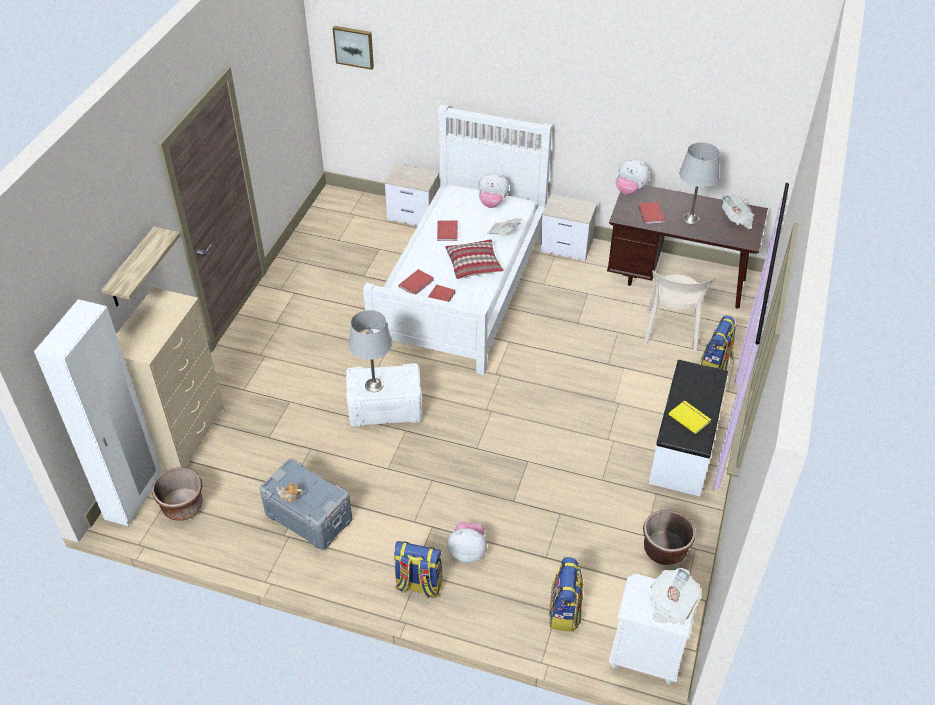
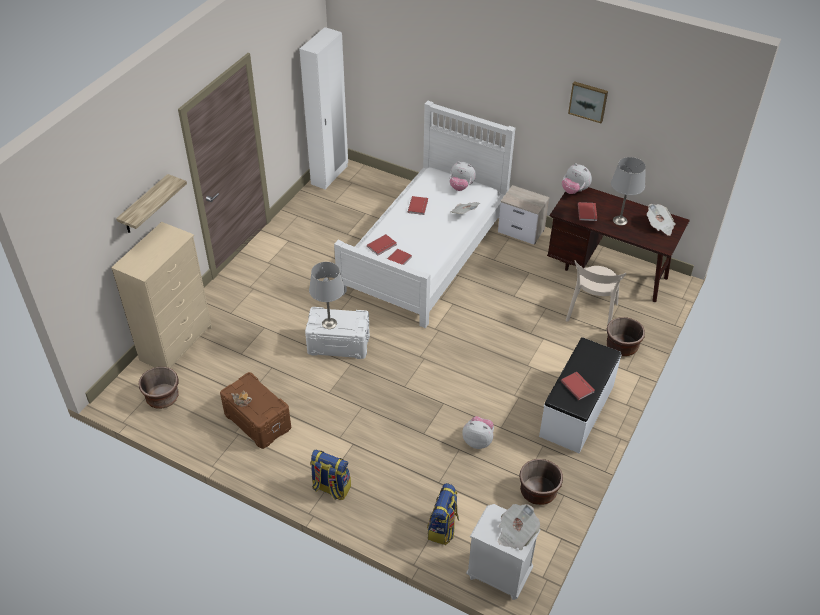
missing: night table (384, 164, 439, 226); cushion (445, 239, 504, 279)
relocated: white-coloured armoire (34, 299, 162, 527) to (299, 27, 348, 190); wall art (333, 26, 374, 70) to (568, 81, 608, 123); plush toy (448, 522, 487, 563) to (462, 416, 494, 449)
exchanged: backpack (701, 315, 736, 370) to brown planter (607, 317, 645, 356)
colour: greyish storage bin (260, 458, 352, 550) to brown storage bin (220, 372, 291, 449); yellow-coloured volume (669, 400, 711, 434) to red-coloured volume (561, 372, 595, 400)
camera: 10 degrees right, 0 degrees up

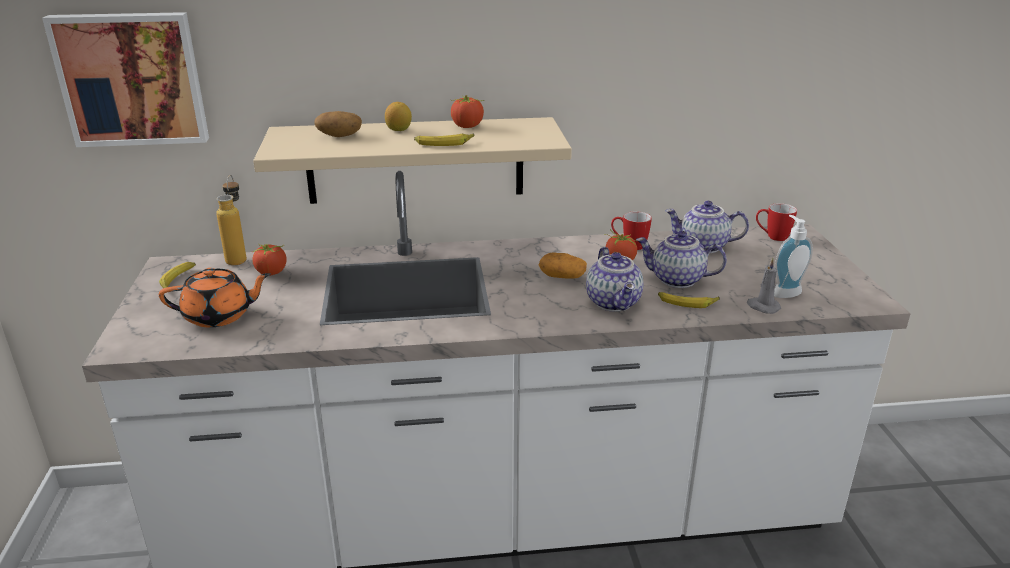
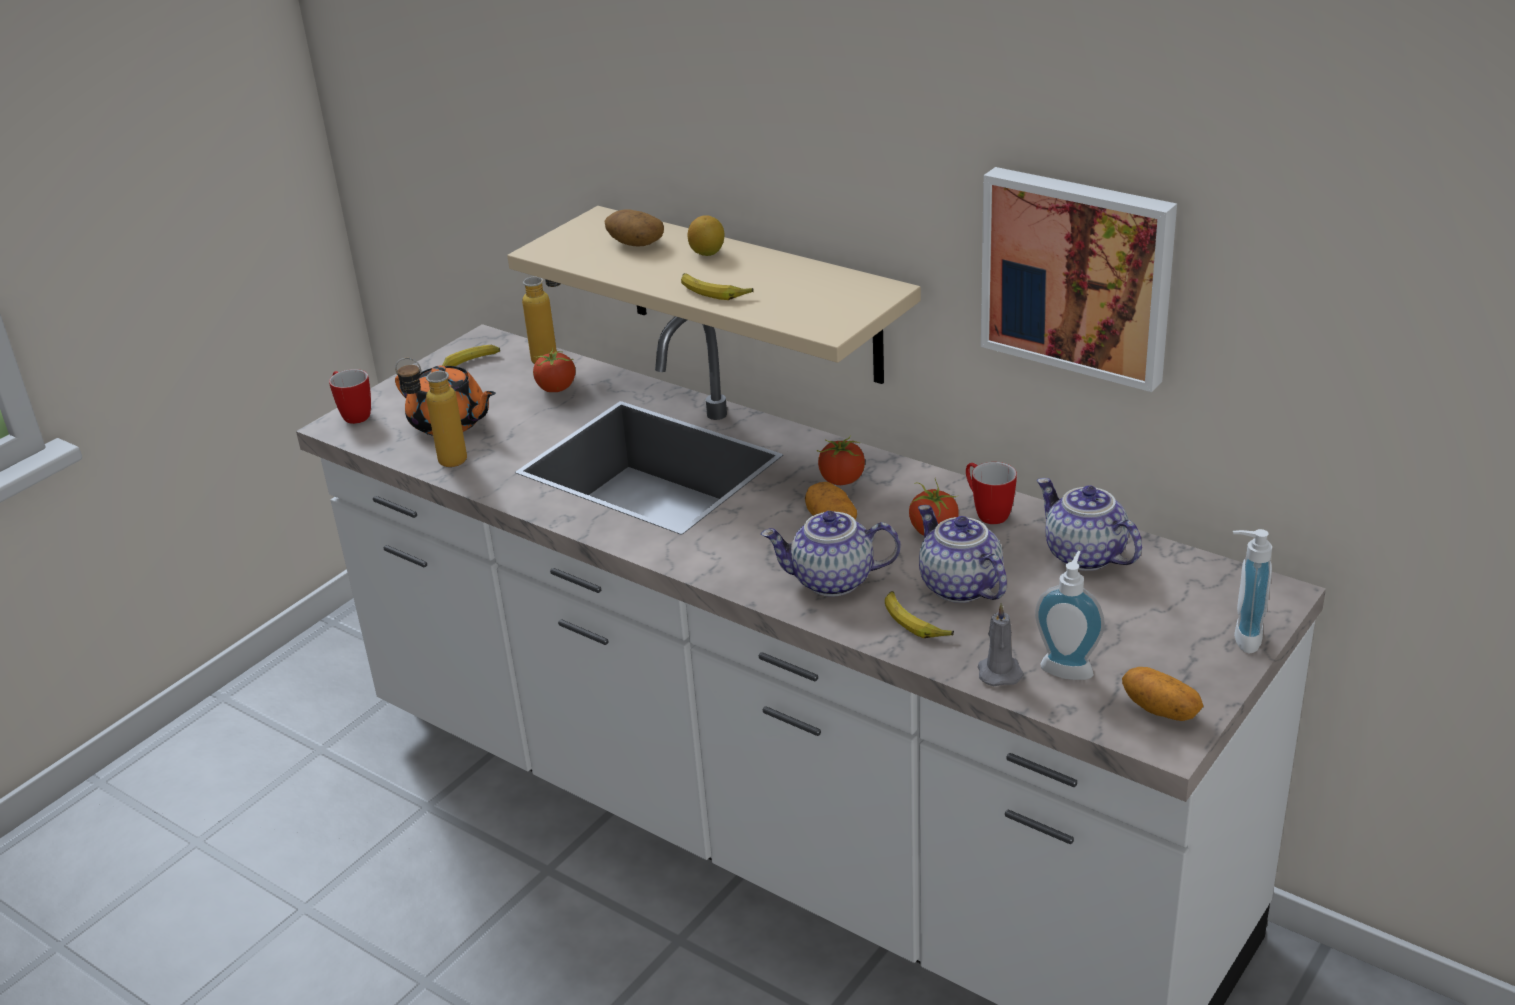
appeared: drink bottle (395, 358, 467, 467); potato (1122, 667, 1204, 721); liquid soap bottle (1233, 529, 1272, 653)
relocated: wall art (42, 12, 209, 147) to (981, 167, 1177, 392); fresh tomato (451, 95, 484, 128) to (817, 436, 865, 485); mug (756, 203, 797, 241) to (329, 369, 371, 424)
spun: tea pot (586, 247, 644, 312) = (761, 511, 901, 597) 60 degrees clockwise
camera: 45 degrees right, 5 degrees up

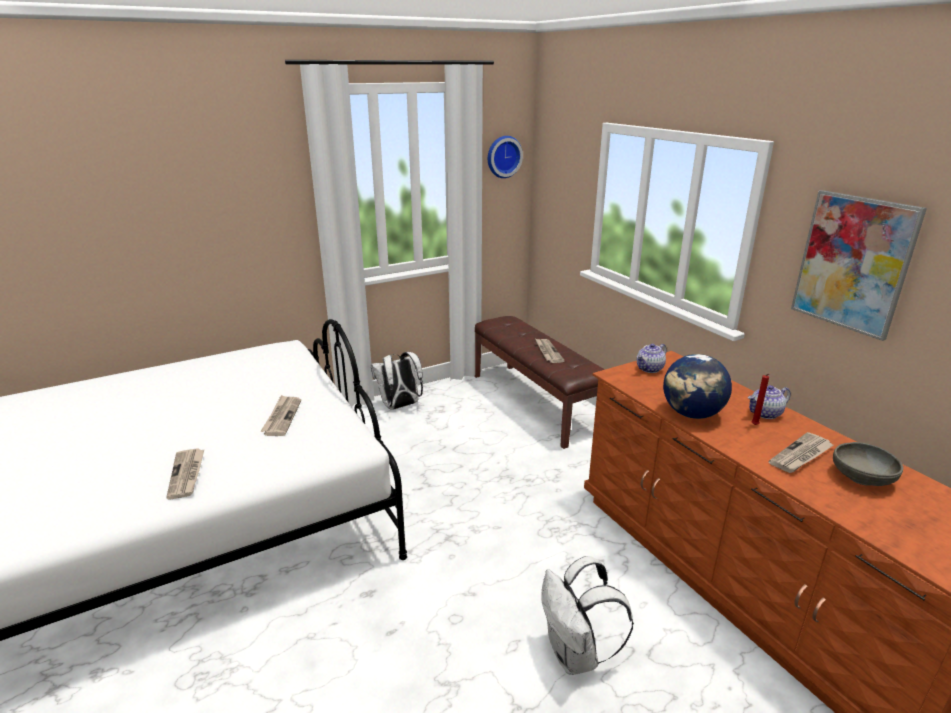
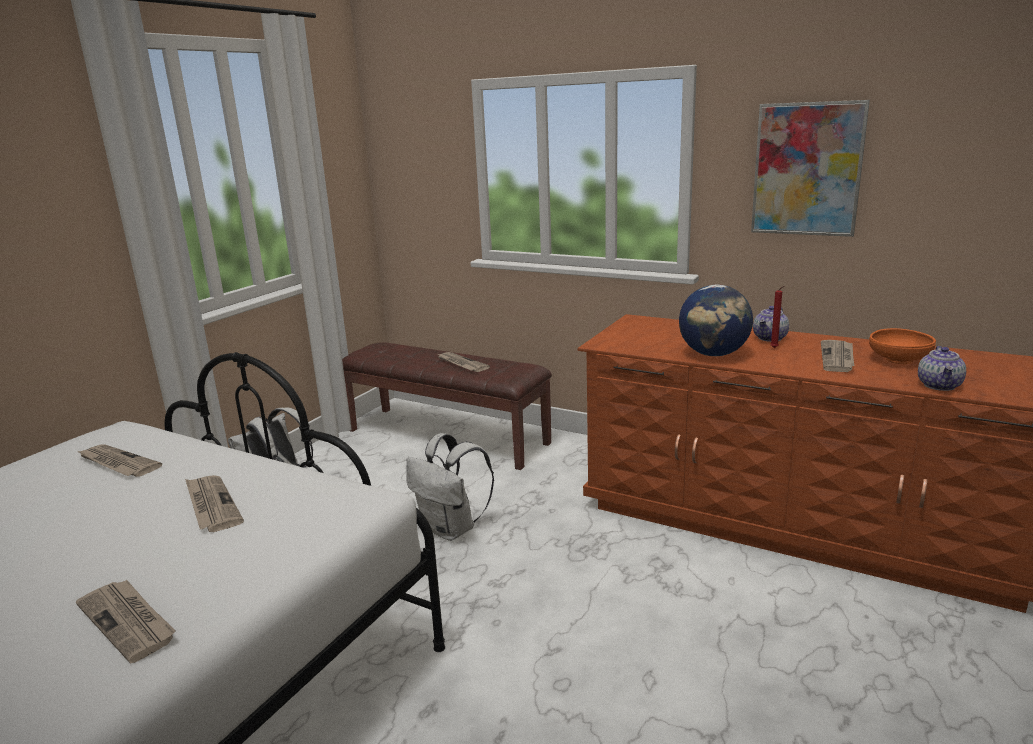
missing: clock on the wall (488, 136, 523, 178)
appeared: newspaper (77, 444, 162, 477)
relocated: white-coloured backpack (541, 556, 634, 675) to (406, 433, 494, 541); tea pot (637, 344, 667, 373) to (918, 346, 966, 391)
colour: greyish deep dish (833, 442, 903, 486) to orange-coloured deep dish (869, 328, 936, 364)
camera: 30 degrees left, 5 degrees down

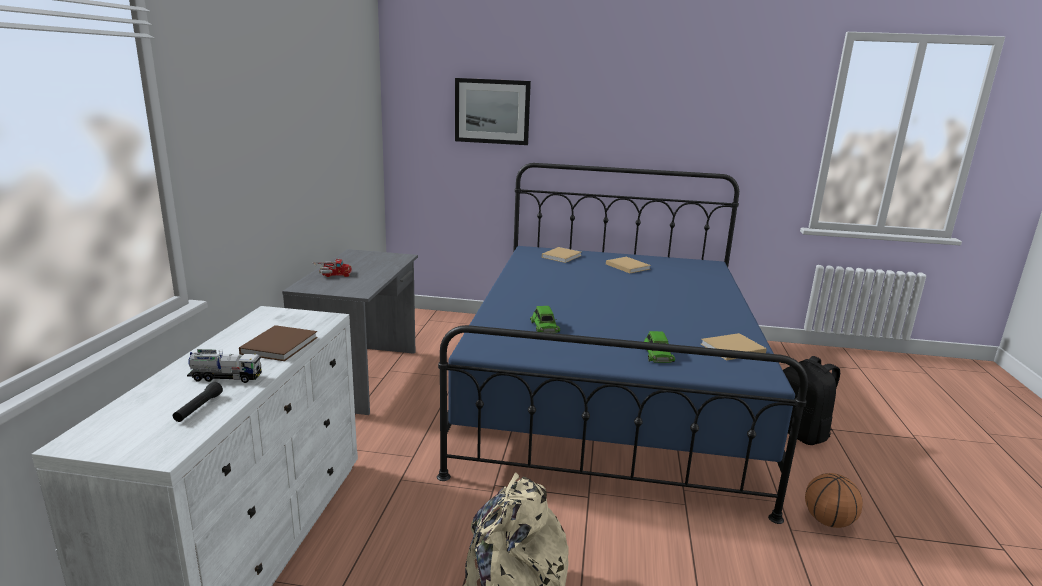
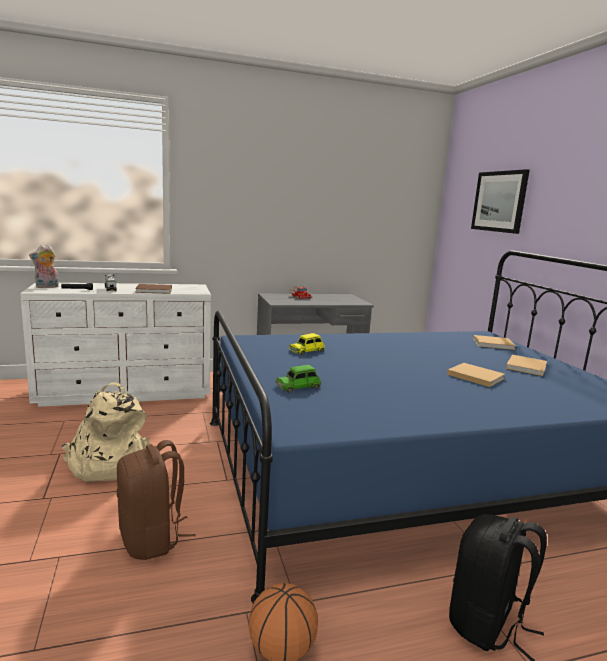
appeared: plush toy (29, 245, 59, 288); brown backpack (117, 440, 196, 560)
relocated: beige-coloured volume (701, 333, 767, 360) to (447, 363, 505, 387)
colour: green-coloured toy car (530, 306, 560, 333) to yellow-coloured toy car (289, 333, 325, 355)
camera: 65 degrees right, 5 degrees down

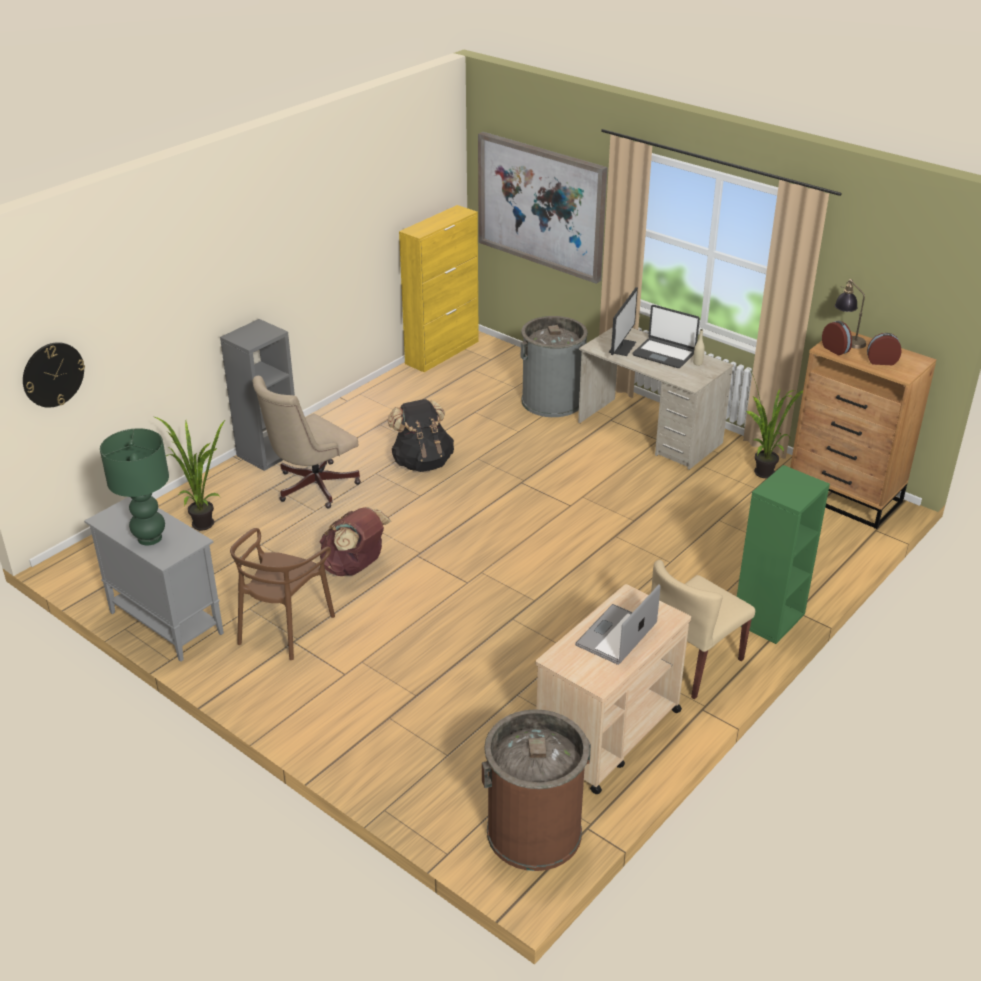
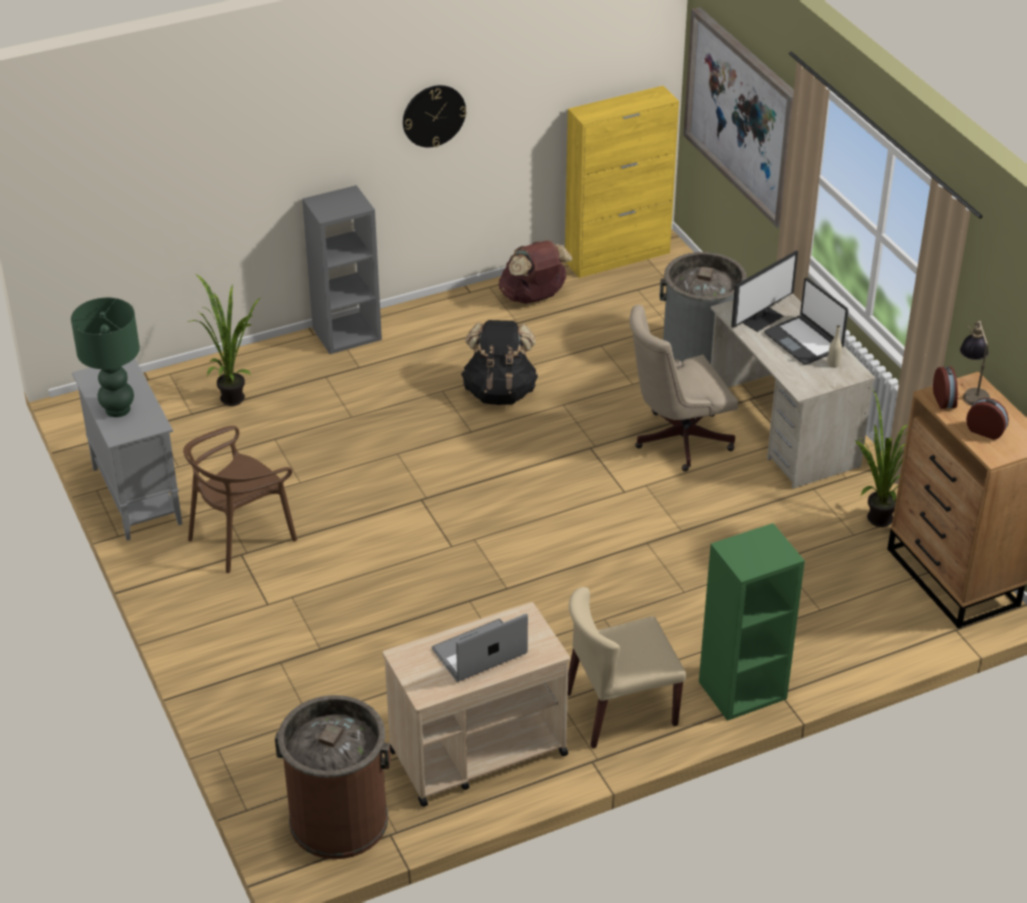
relocated: clock on the wall (23, 342, 85, 408) to (403, 85, 466, 147); beige-coloured desk chair (252, 376, 361, 508) to (629, 305, 738, 472); brown backpack (320, 507, 391, 576) to (499, 240, 573, 304)
camera: 25 degrees right, 5 degrees up

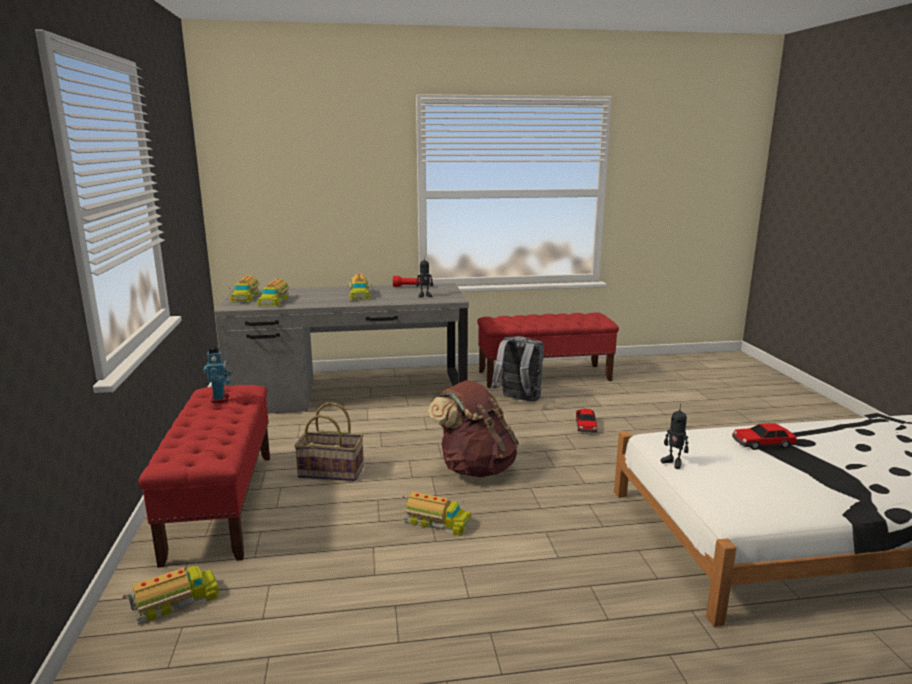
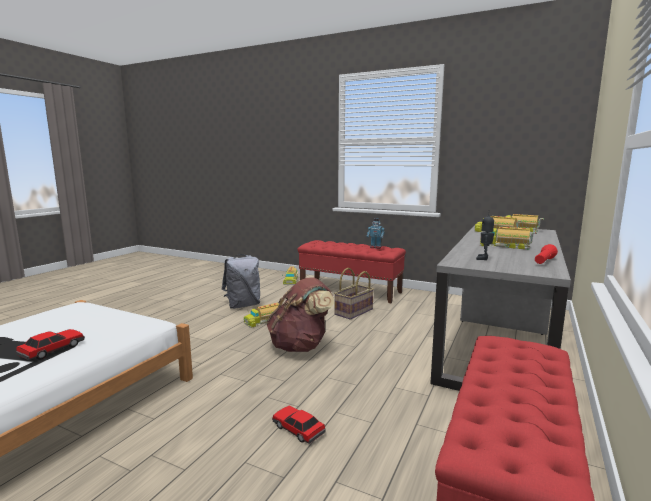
missing: robot figure (661, 404, 688, 469)
relocated: greyish backpack (491, 336, 544, 401) to (222, 254, 260, 309)
camera: 125 degrees right, 5 degrees down

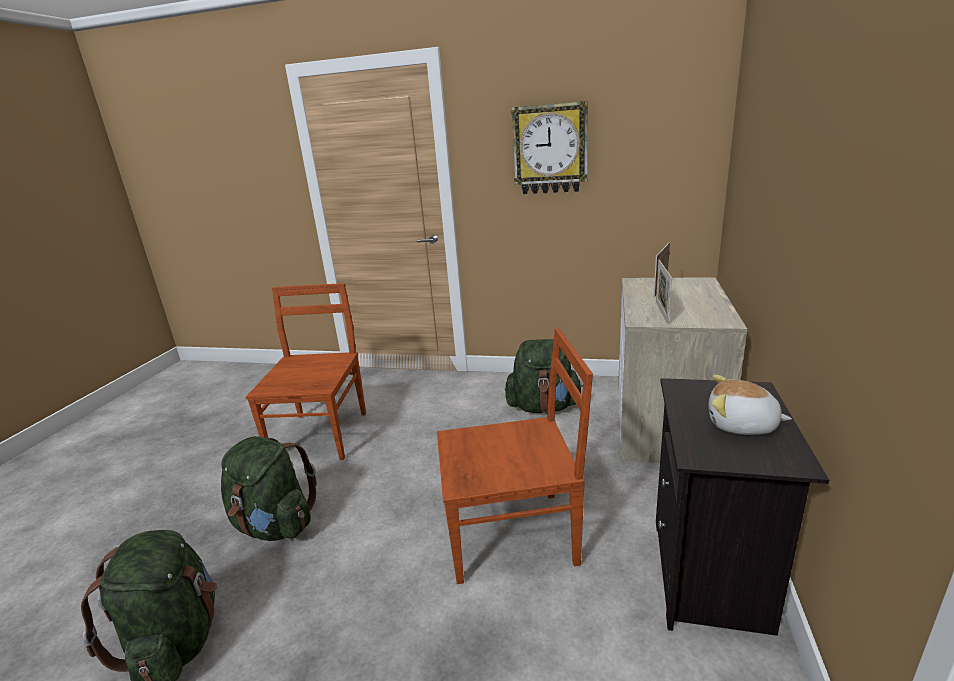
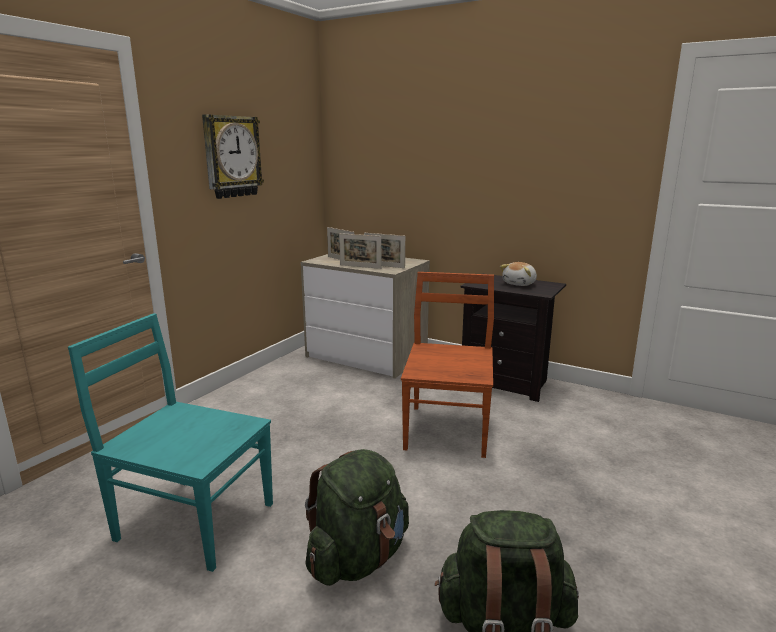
missing: green-coloured backpack (505, 339, 583, 413)
appeared: picture frame (339, 233, 381, 269)
colour: brown plain chair (246, 283, 366, 460) to blue-green plain chair (68, 313, 273, 572)
camera: 75 degrees left, 5 degrees down

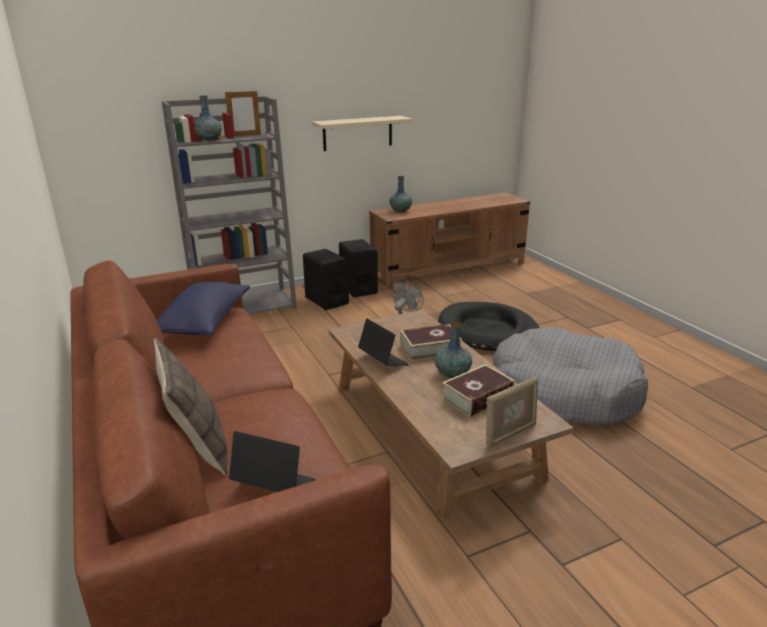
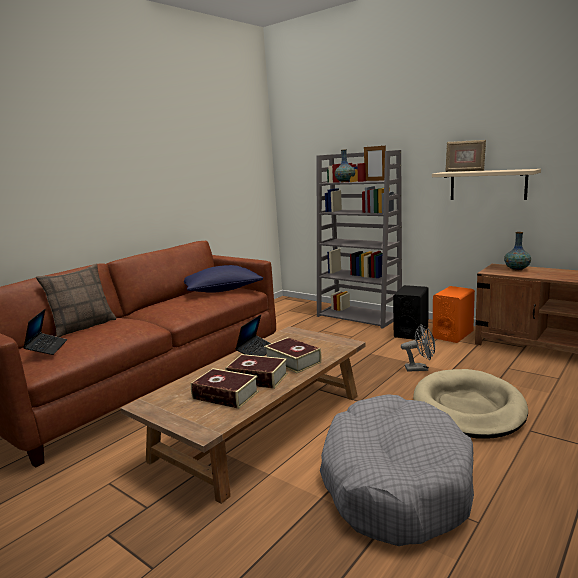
relocated: picture frame (486, 376, 538, 448) to (446, 140, 486, 172)
exchanged: decorative vase (435, 322, 472, 378) to volume (225, 354, 288, 389)
colour: black loudspeaker (339, 239, 378, 297) to orange-coloured loudspeaker (433, 286, 475, 343); black dog cushion (438, 302, 539, 351) to beige-coloured dog cushion (413, 369, 528, 439)
camera: 65 degrees right, 10 degrees down

